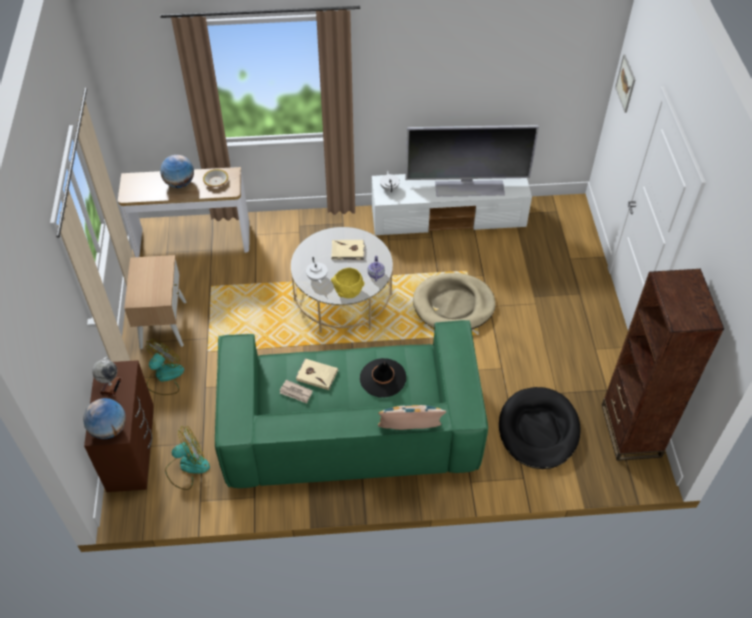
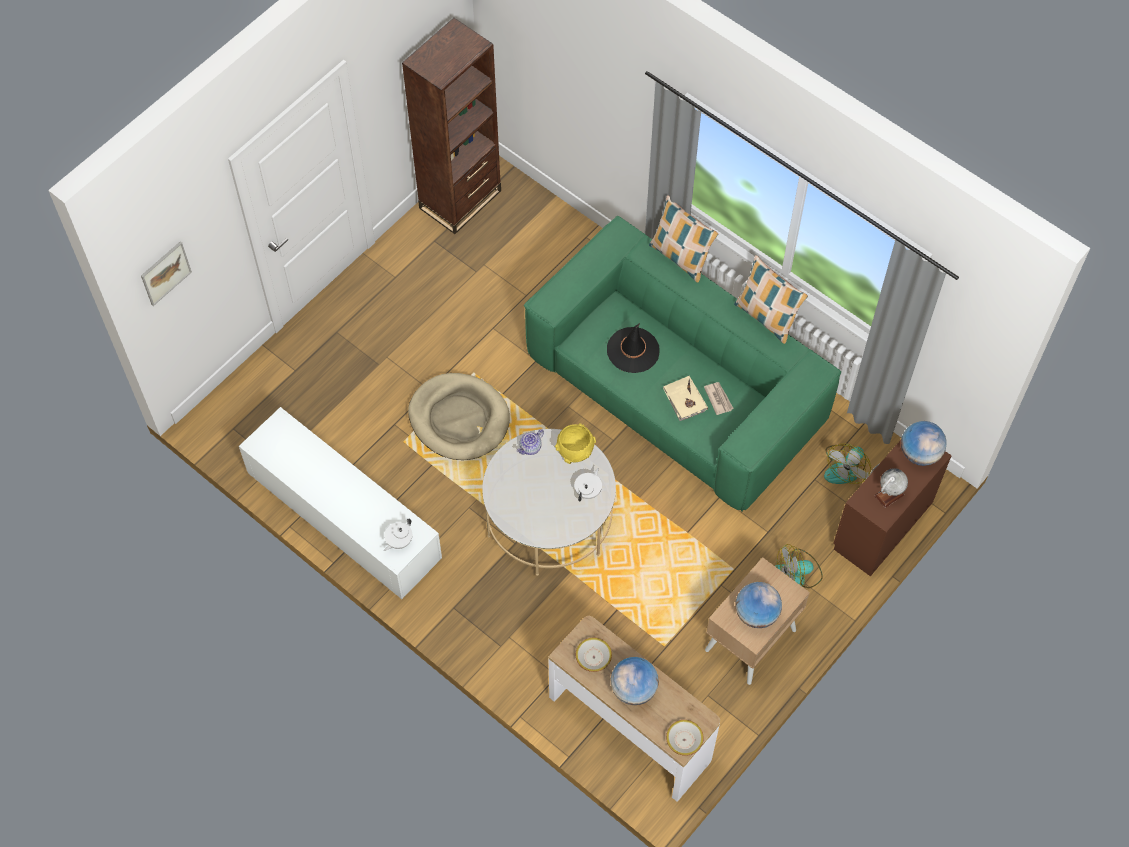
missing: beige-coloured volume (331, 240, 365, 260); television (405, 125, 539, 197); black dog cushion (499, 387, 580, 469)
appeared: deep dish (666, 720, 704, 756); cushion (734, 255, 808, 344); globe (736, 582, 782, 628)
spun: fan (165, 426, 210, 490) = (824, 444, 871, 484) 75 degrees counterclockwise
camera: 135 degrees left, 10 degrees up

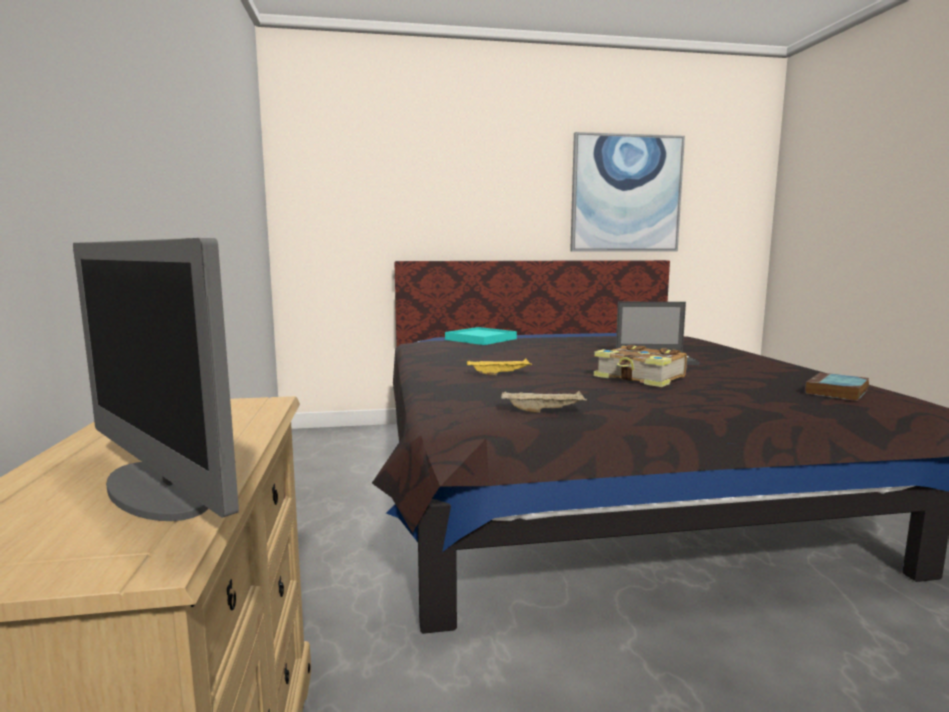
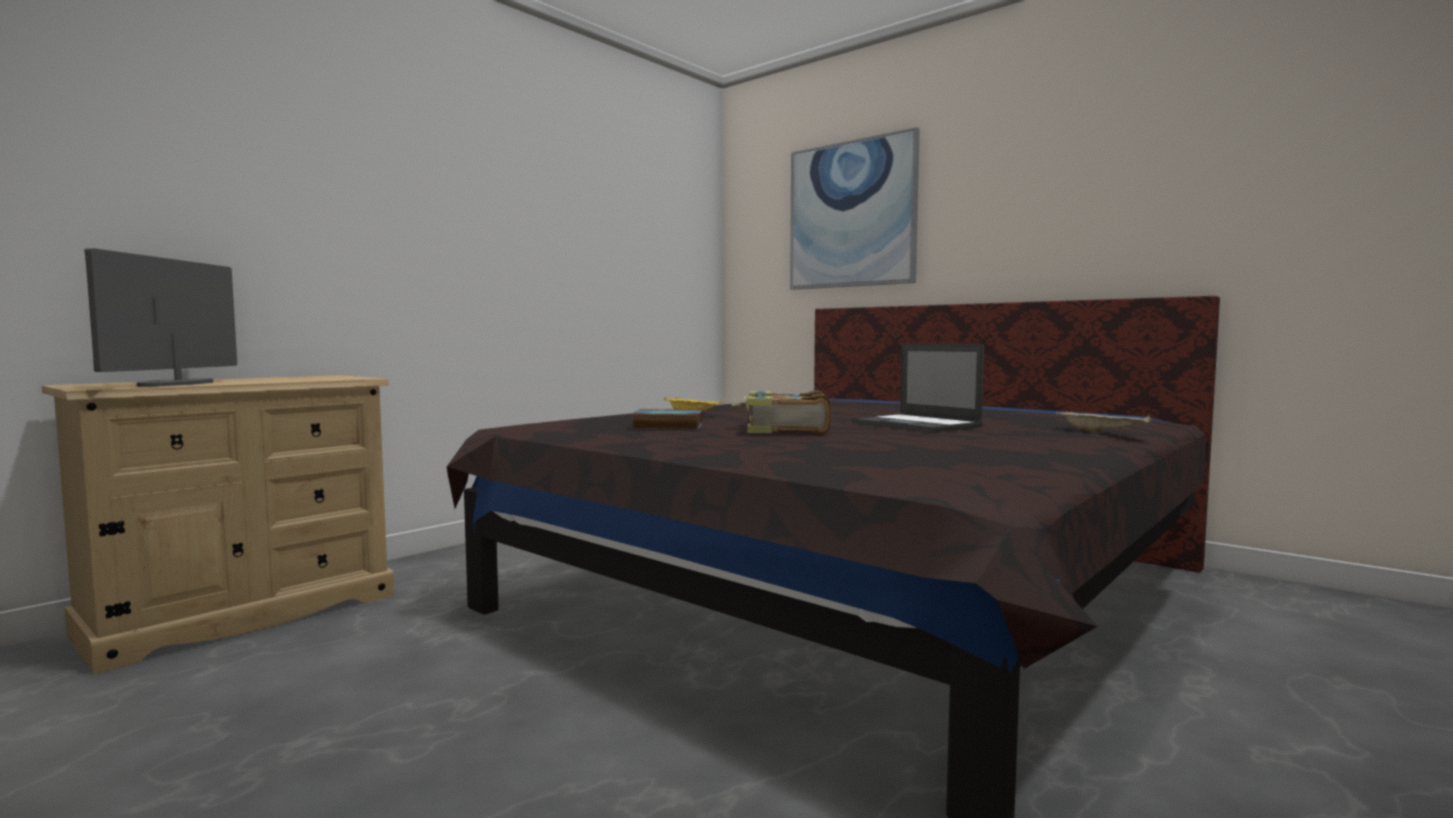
missing: blue-green tray (445, 327, 517, 345)
relocated: beige-coloured tray (501, 391, 587, 413) to (1056, 411, 1151, 432); wall art (570, 132, 685, 252) to (790, 127, 919, 290); volume (805, 372, 869, 401) to (632, 409, 703, 429)
camera: 50 degrees right, 5 degrees down

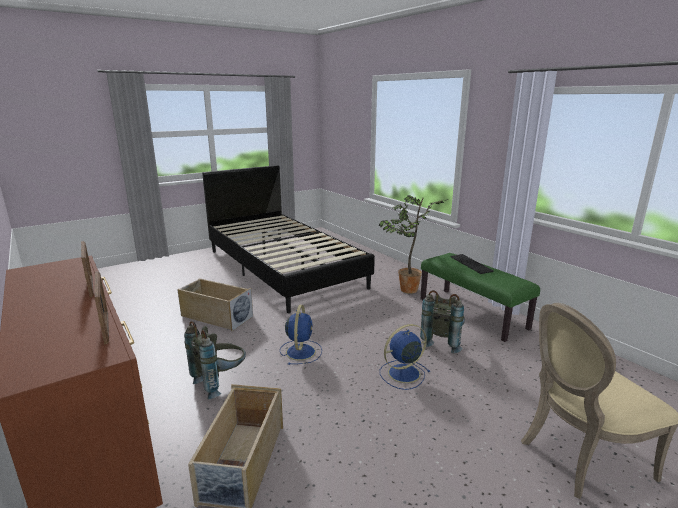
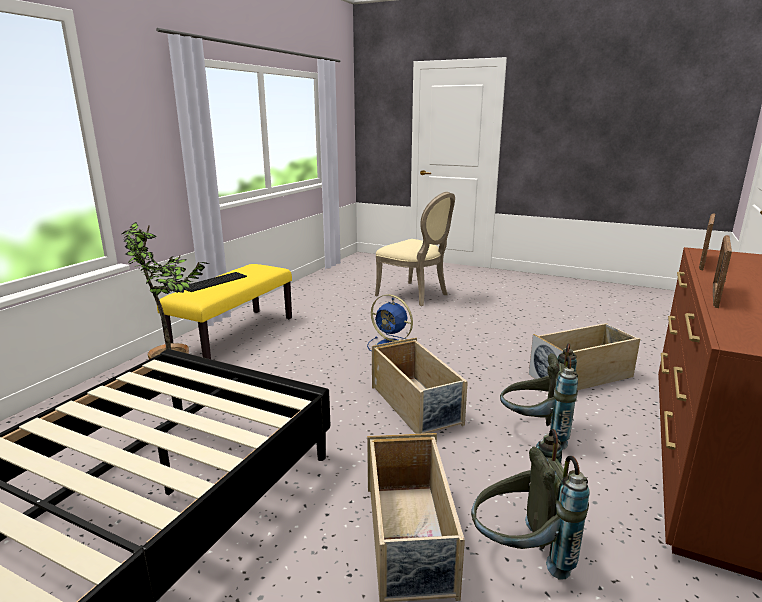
relocated: greyish backpack (420, 290, 465, 353) to (471, 429, 590, 579)
exchanged: bluish fan (280, 305, 322, 365) to beige-coloured storage bin (372, 338, 468, 434)
colour: green-coloured long seat (421, 253, 540, 342) to yellow-coloured long seat (157, 264, 292, 359)
camera: 120 degrees left, 0 degrees up

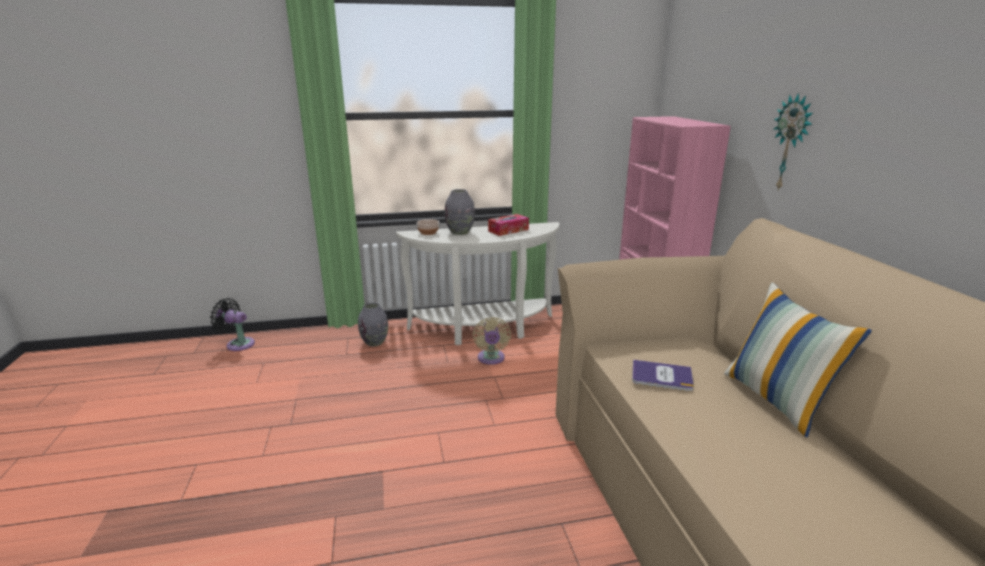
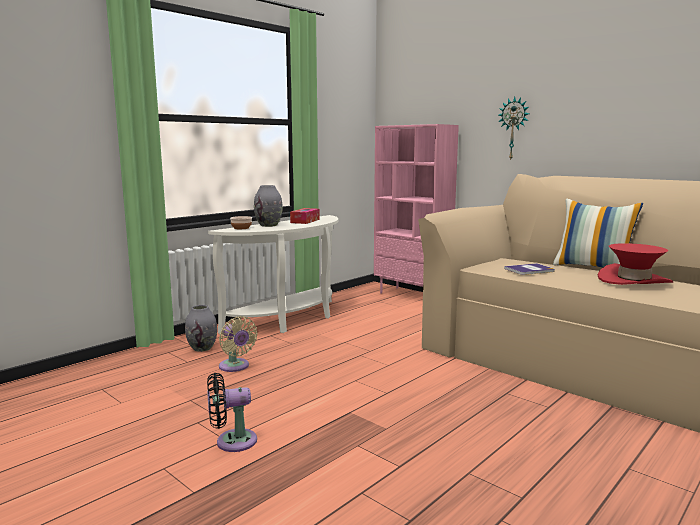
appeared: red-coloured hat (598, 243, 673, 285)
relocated: black fan (210, 298, 255, 351) to (207, 373, 257, 452); beige-coloured fan (473, 317, 511, 365) to (219, 316, 258, 372)
camera: 35 degrees left, 10 degrees down

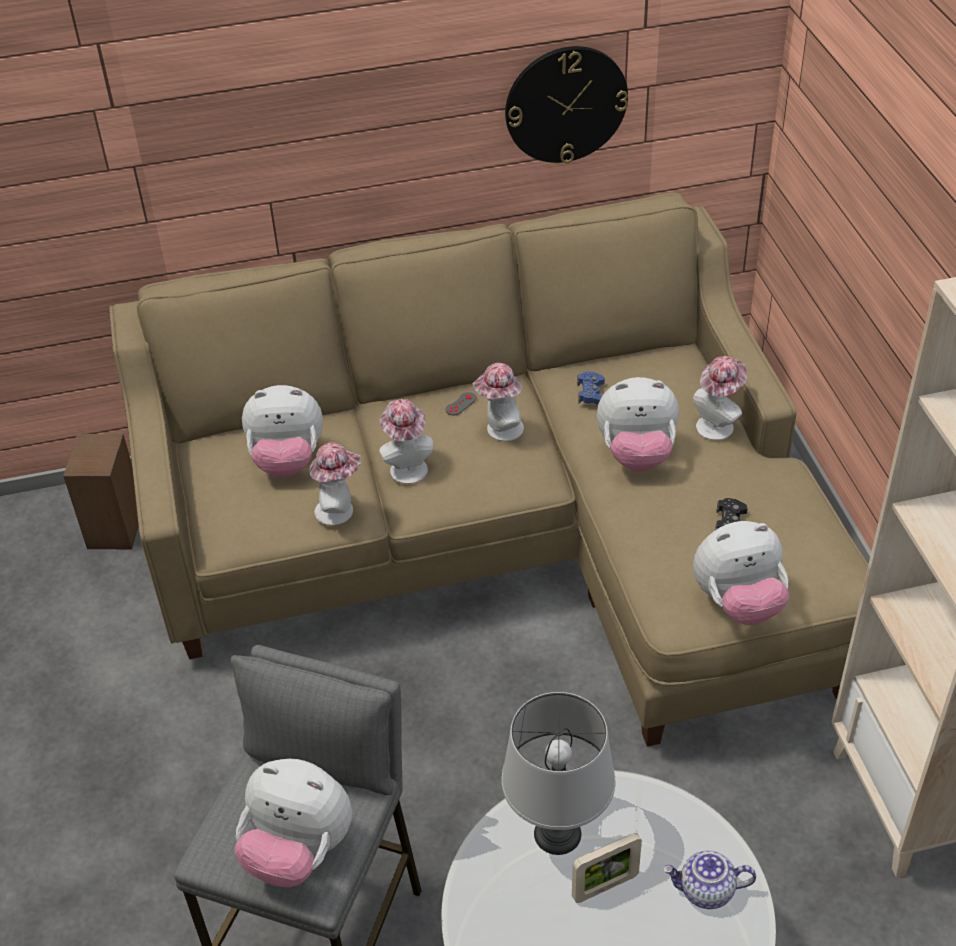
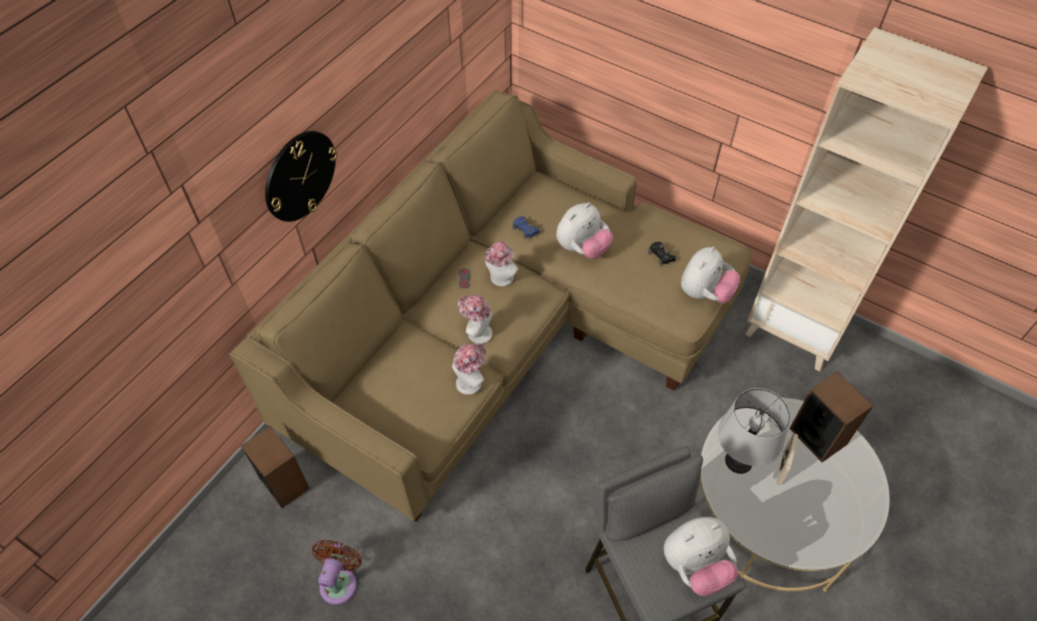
missing: plush toy (242, 385, 323, 478); hat (693, 356, 747, 440)
appeared: brown fan (312, 540, 362, 605)
relocated: clock on the wall (505, 46, 628, 163) to (265, 131, 337, 222)
exchanged: tea pot (663, 850, 756, 909) to loudspeaker (789, 371, 874, 462)
camera: 45 degrees left, 10 degrees up

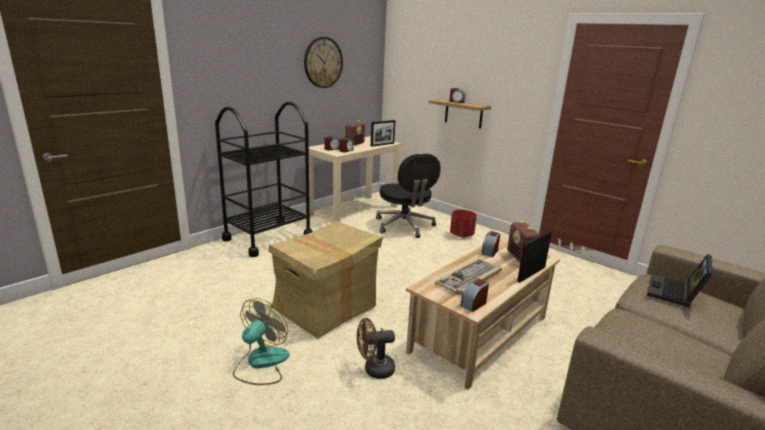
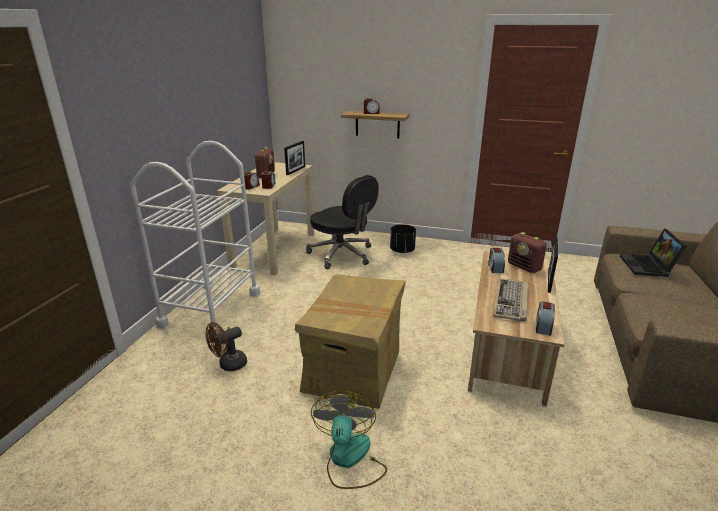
missing: clock on the wall (304, 37, 343, 88)
relocated: brown fan (357, 318, 395, 379) to (205, 322, 247, 371)
colour: black wheeled cart (215, 102, 313, 257) to white-coloured wheeled cart (130, 141, 260, 334); red-coloured planter (450, 209, 477, 237) to black planter (390, 224, 416, 253)
camera: 25 degrees left, 5 degrees up

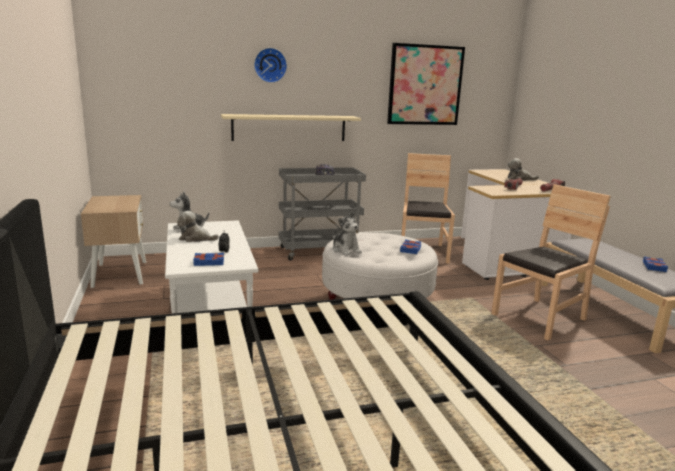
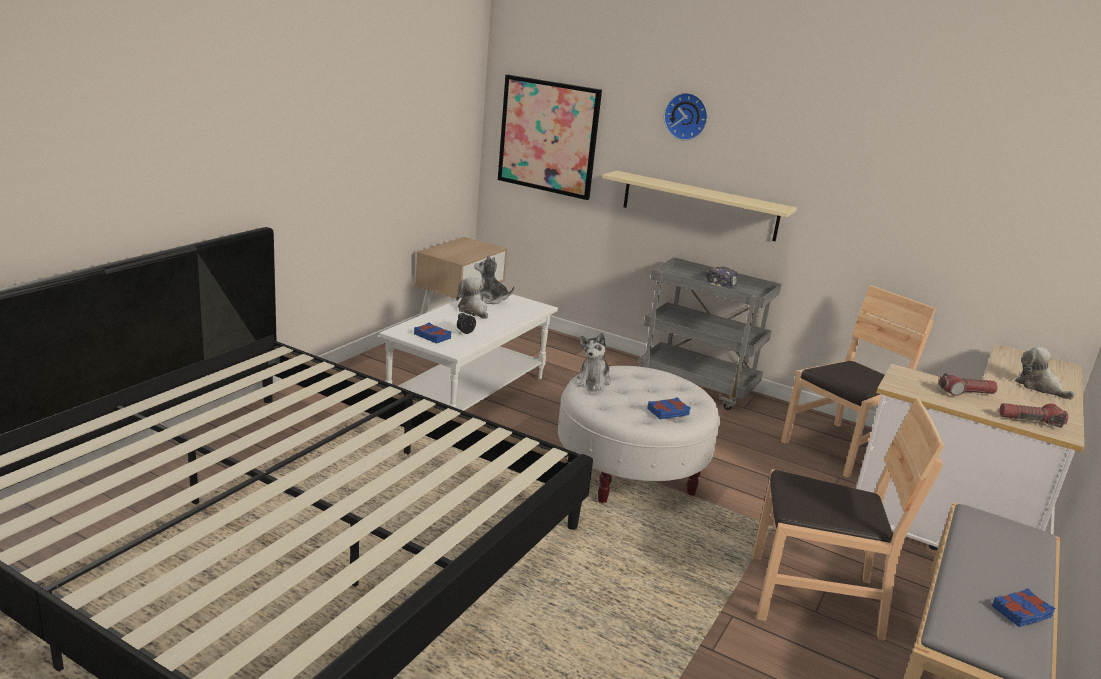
relocated: wall art (387, 43, 465, 125) to (498, 75, 602, 200)
camera: 45 degrees right, 5 degrees up

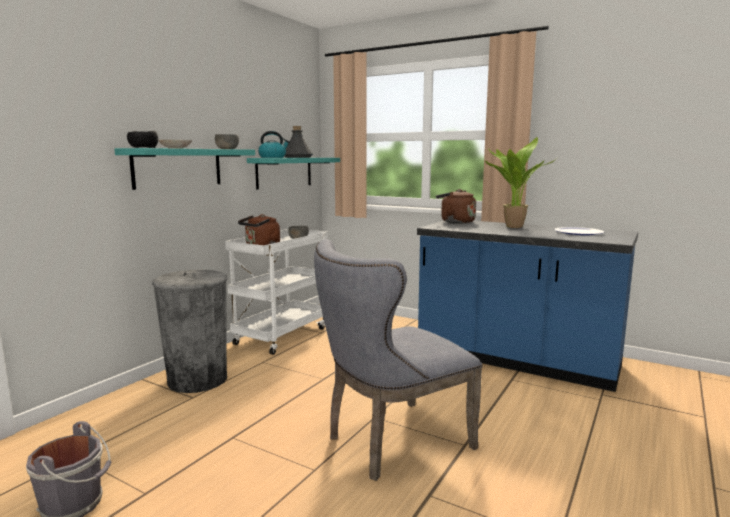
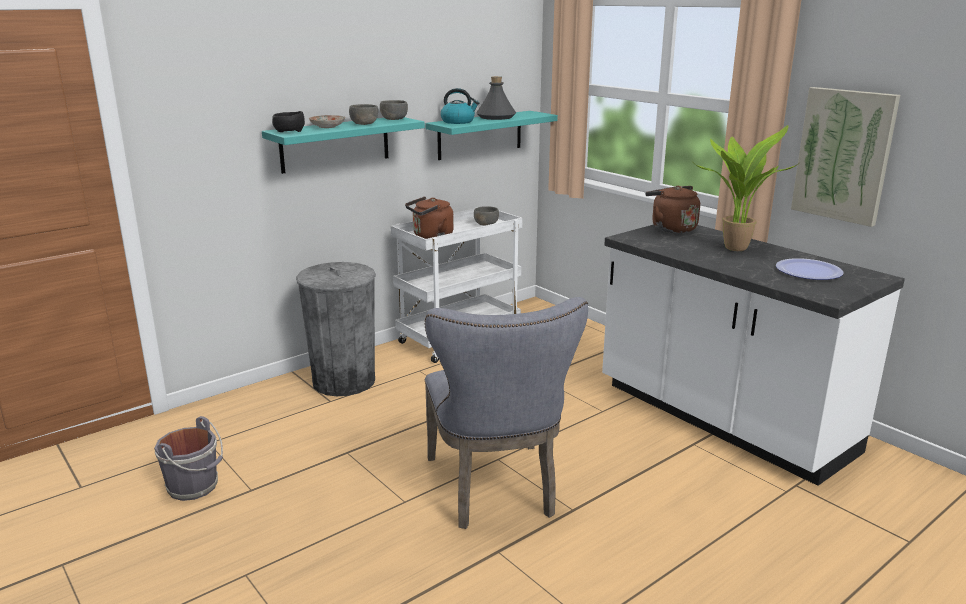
appeared: greyish deep dish (349, 104, 378, 125); wall art (791, 87, 900, 227)
colour: bluish kitchen base unit (417, 221, 638, 392) to white-coloured kitchen base unit (602, 225, 905, 486)
spun: greyish plain chair (314, 239, 483, 481) = (425, 297, 588, 529) 90 degrees counterclockwise
camera: 20 degrees right, 10 degrees up

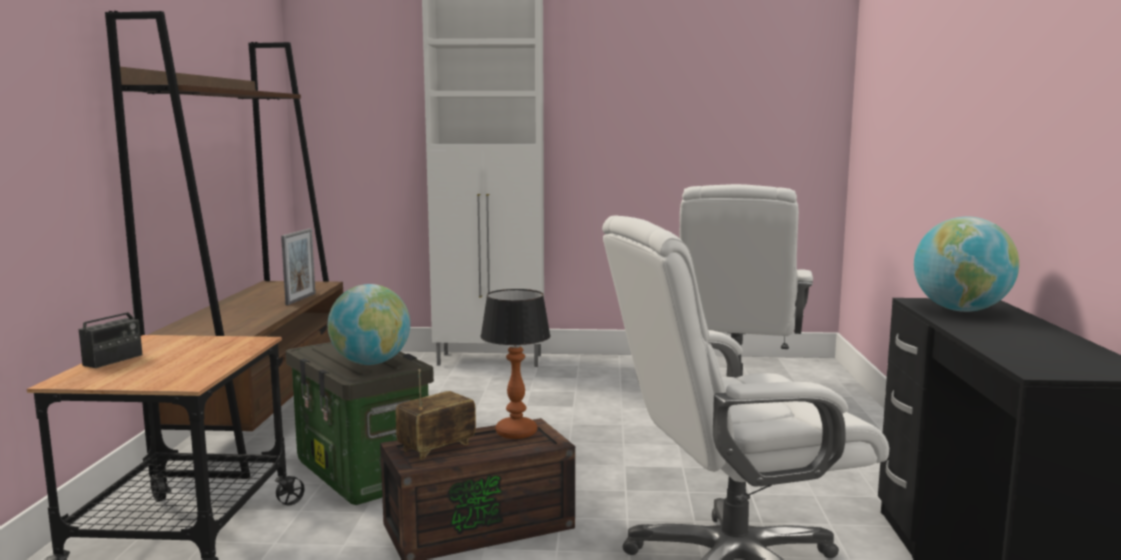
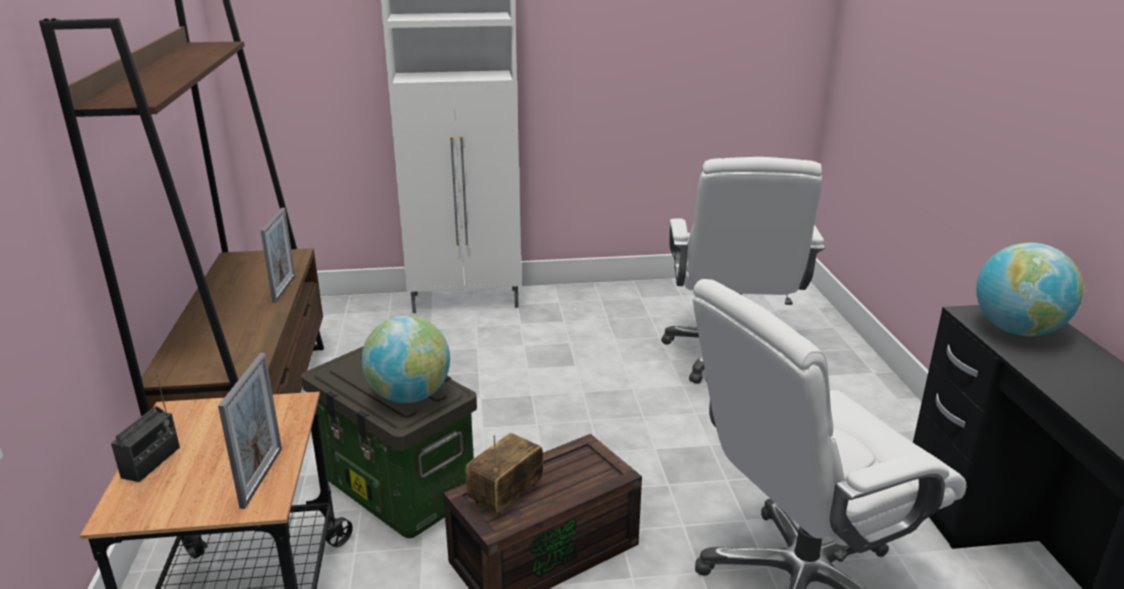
missing: tabletop lamp (480, 289, 551, 439)
appeared: picture frame (218, 353, 282, 509)
camera: 10 degrees left, 15 degrees up

